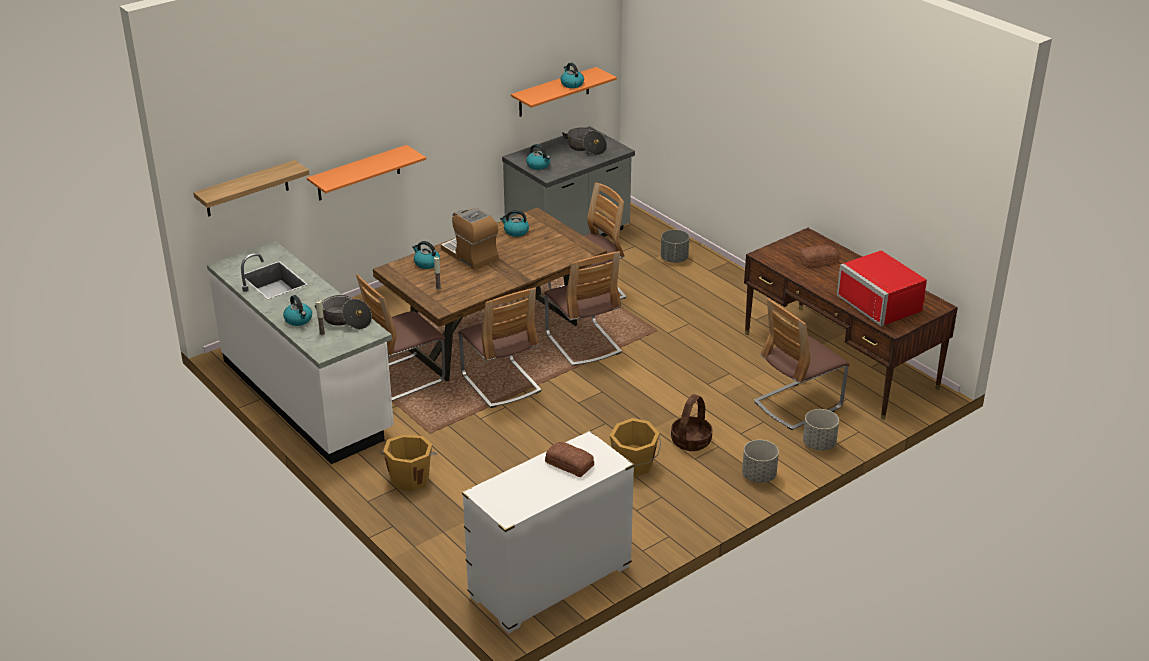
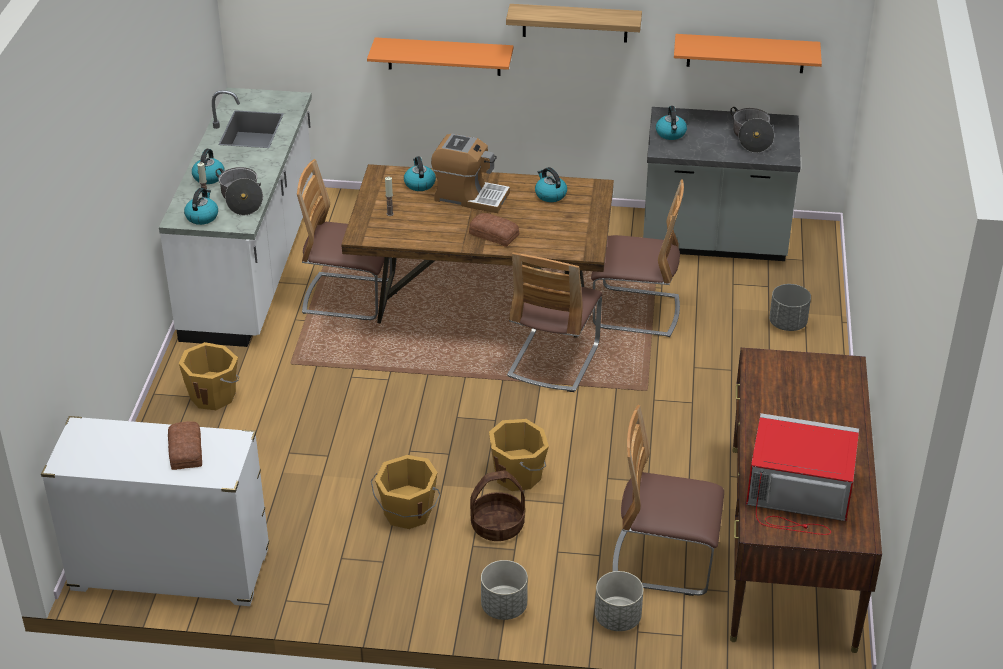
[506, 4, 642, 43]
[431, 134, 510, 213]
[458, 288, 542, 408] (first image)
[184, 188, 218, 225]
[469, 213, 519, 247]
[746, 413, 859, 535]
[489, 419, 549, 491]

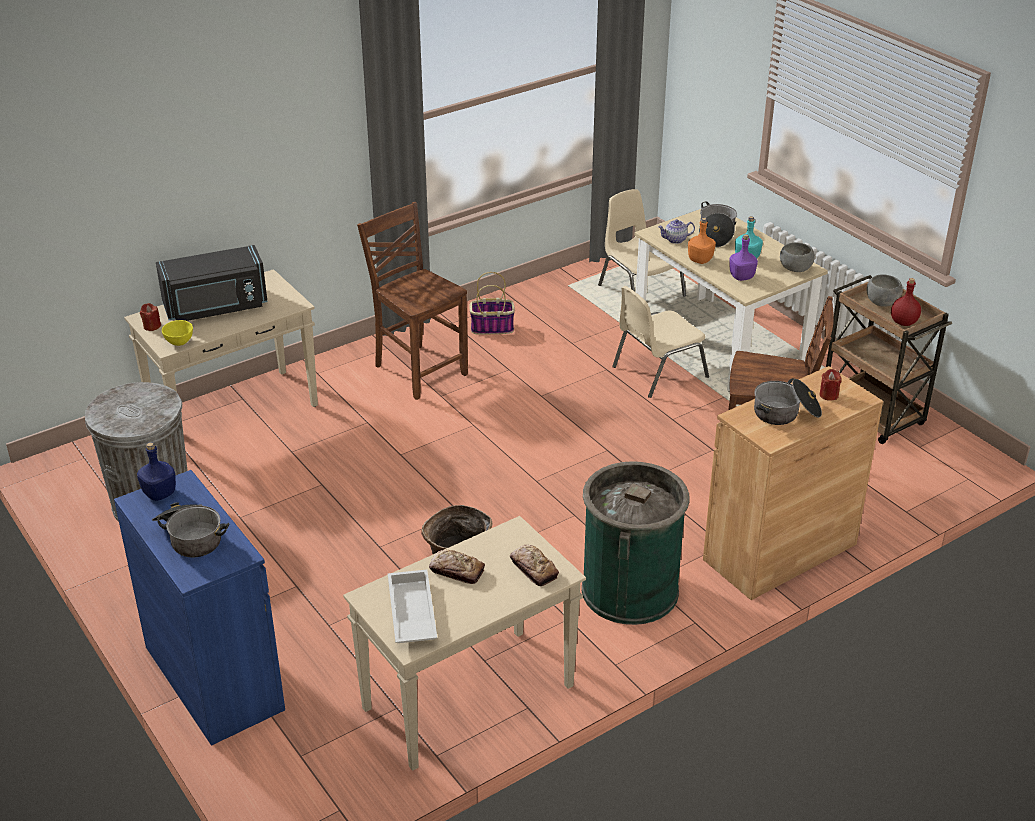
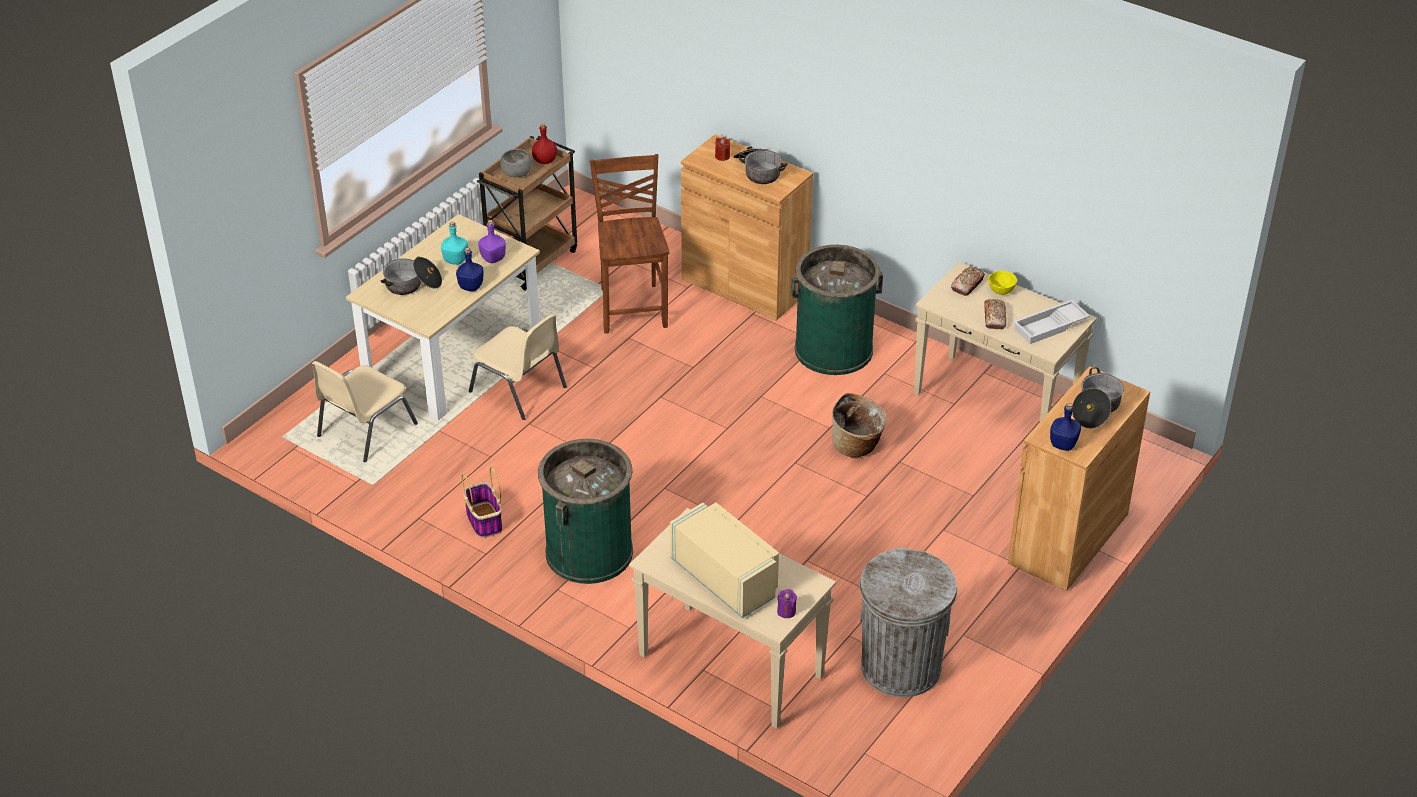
[1008, 366, 1150, 591]
[777, 589, 797, 618]
[670, 502, 779, 618]
[988, 271, 1017, 295]
[538, 439, 633, 584]
[658, 219, 695, 244] (first image)
[456, 248, 484, 291]
[780, 242, 815, 272] (first image)

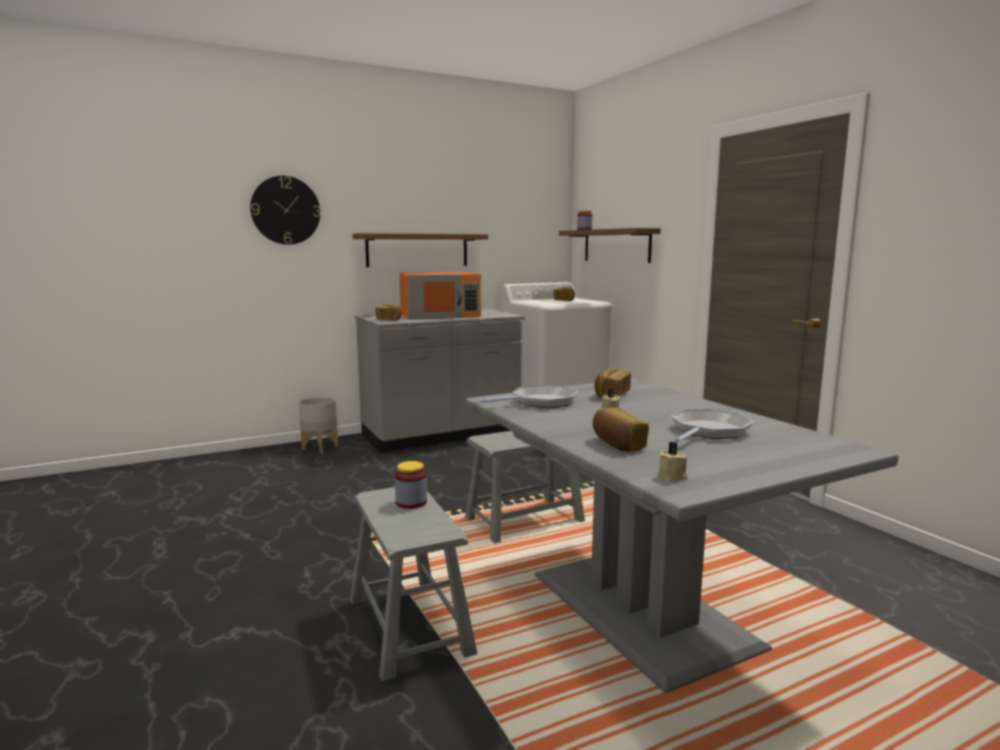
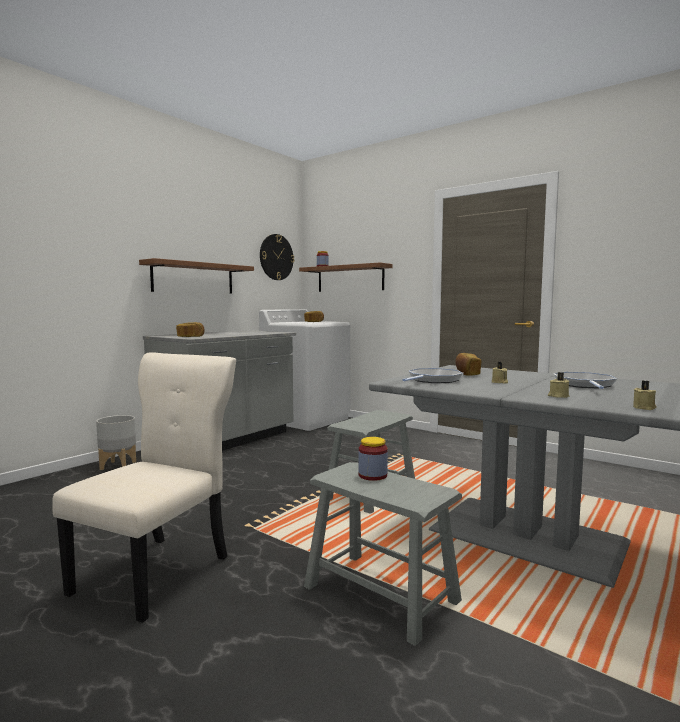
[260, 234, 294, 280]
[399, 272, 481, 320] (first image)
[548, 372, 569, 398]
[52, 352, 236, 623]

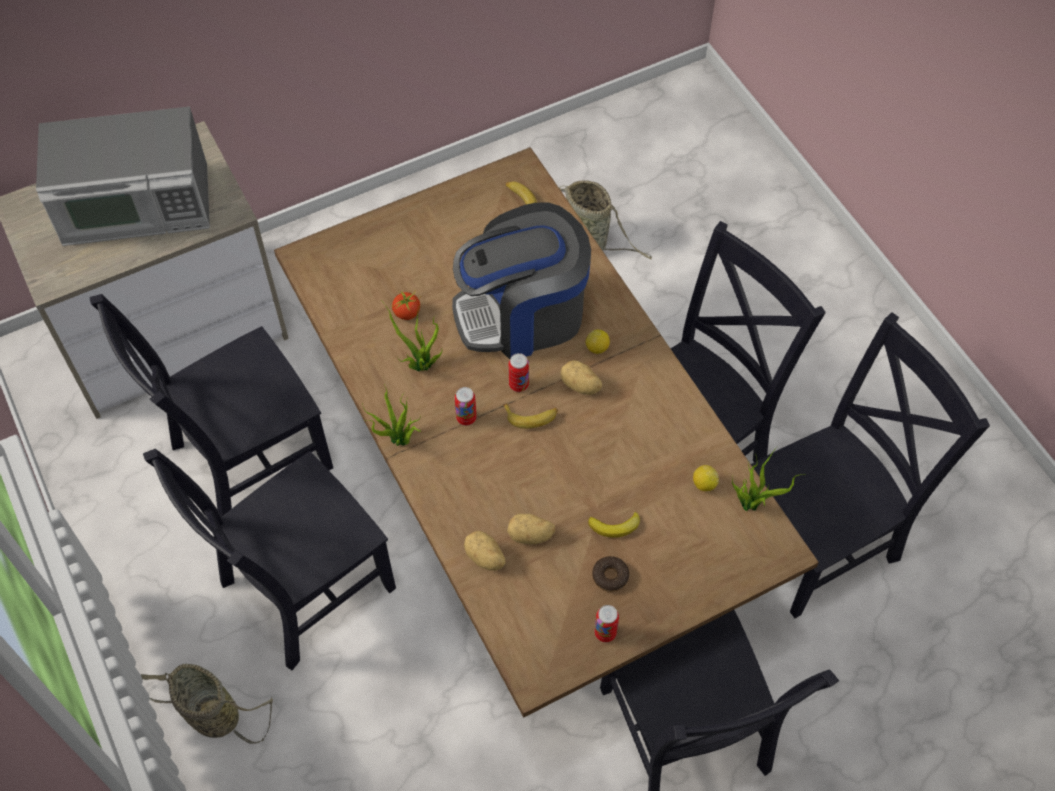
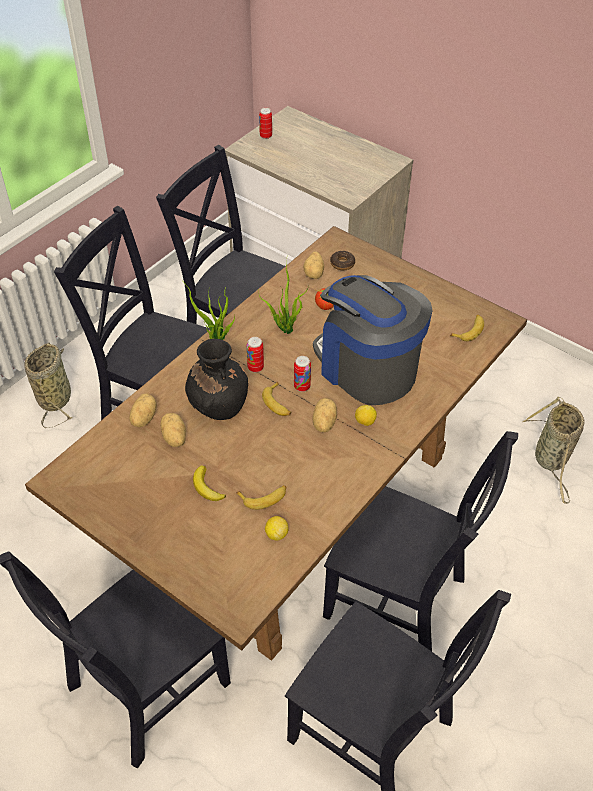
[36, 106, 210, 246] (first image)
[330, 251, 355, 270]
[259, 108, 272, 139]
[732, 446, 805, 511] (first image)
[185, 339, 248, 420]
[236, 485, 287, 510]
[303, 251, 324, 279]

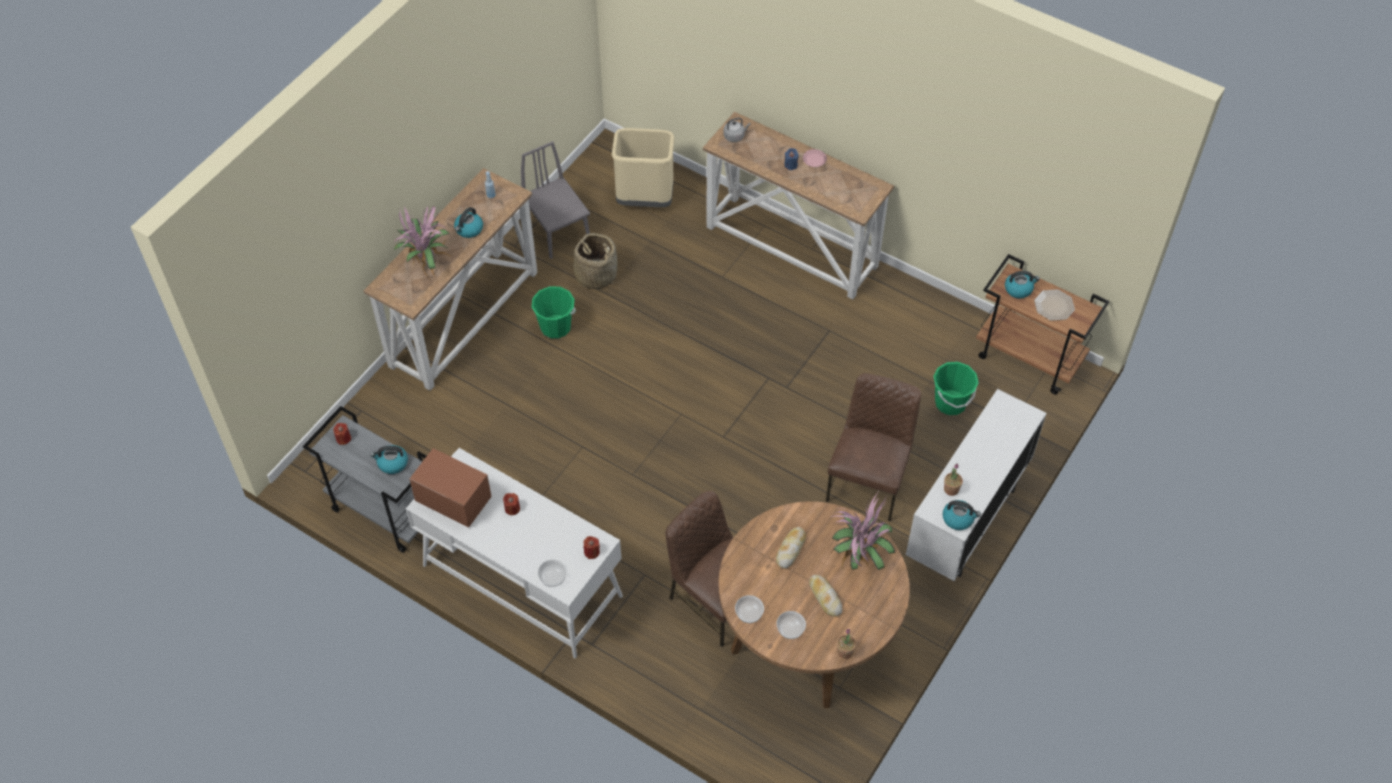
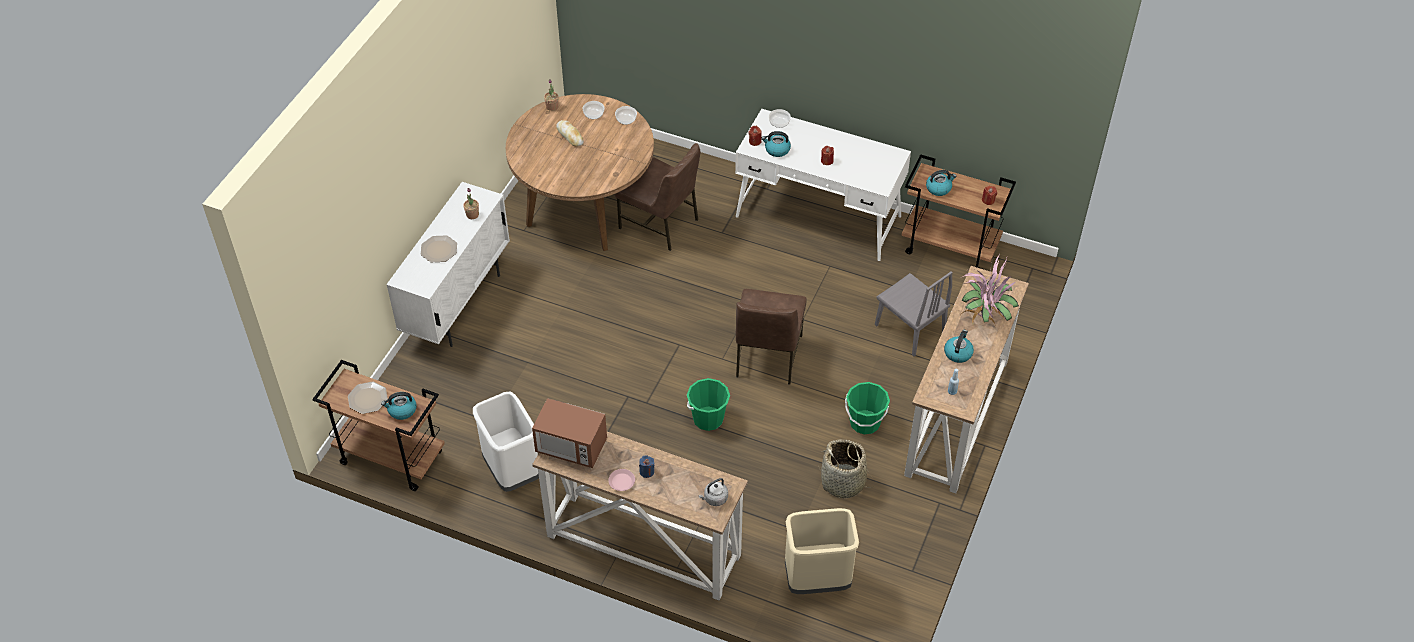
[902, 154, 1016, 269]
[532, 398, 607, 468]
[875, 271, 953, 357]
[776, 527, 806, 569] (first image)
[736, 289, 806, 385]
[830, 492, 895, 570] (first image)
[687, 378, 730, 431]
[761, 131, 791, 157]
[421, 235, 457, 262]
[473, 391, 539, 492]

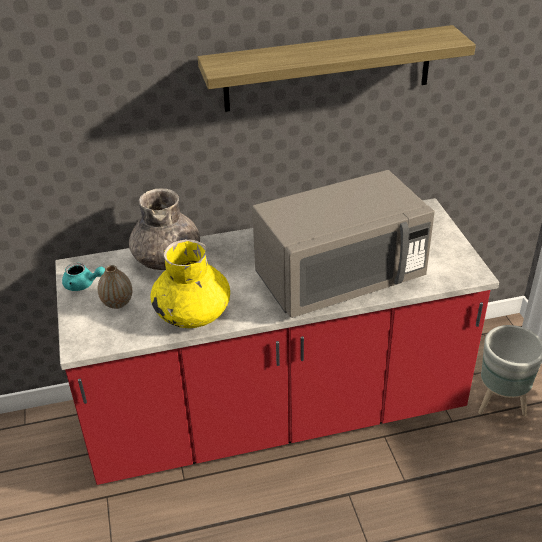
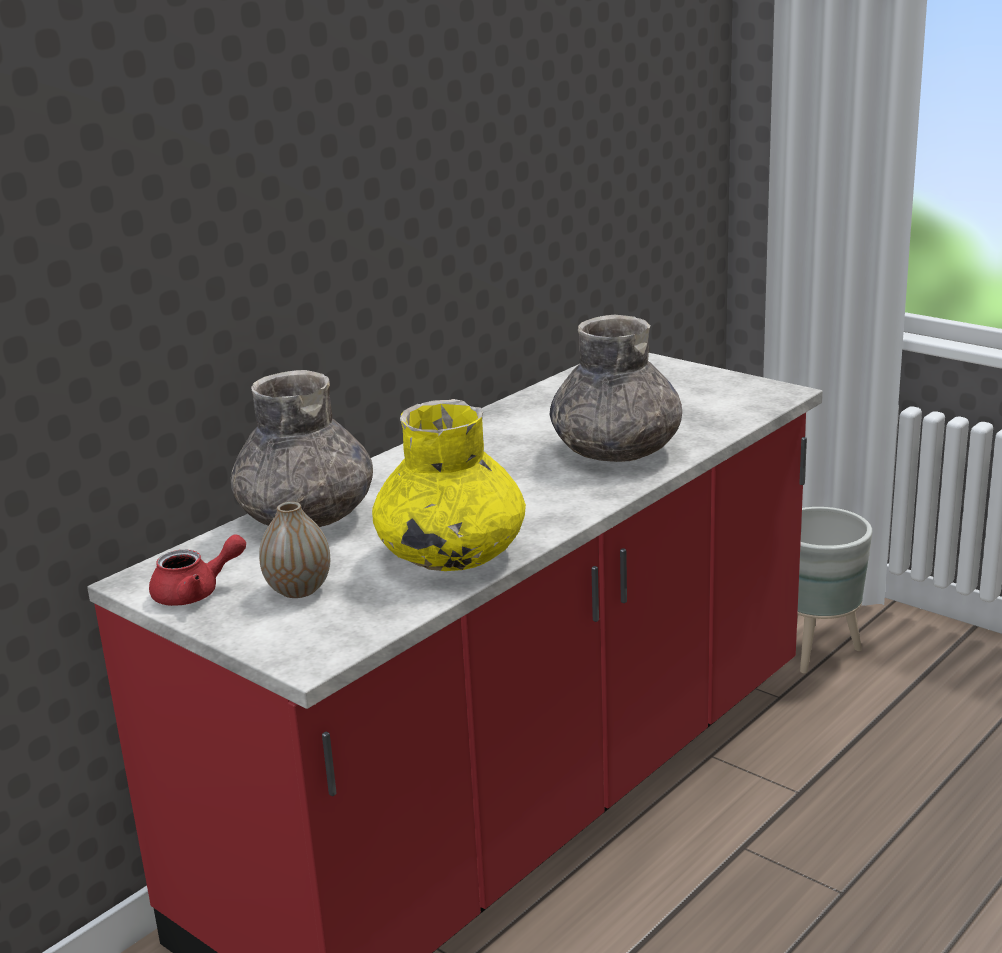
[149, 535, 246, 606]
[198, 25, 476, 112] (first image)
[550, 314, 682, 462]

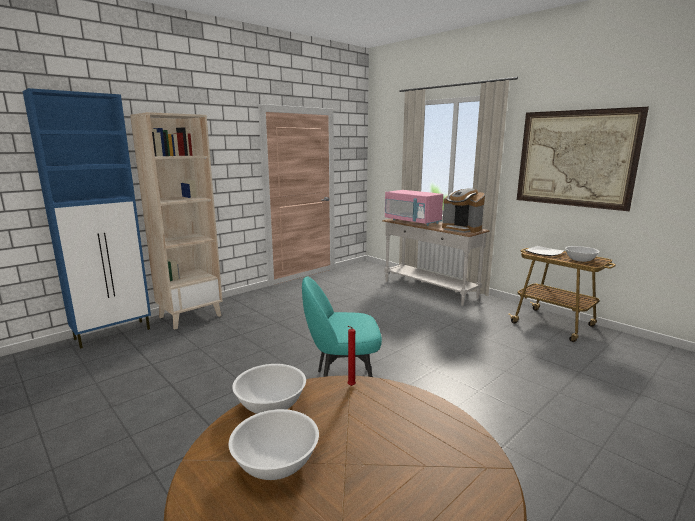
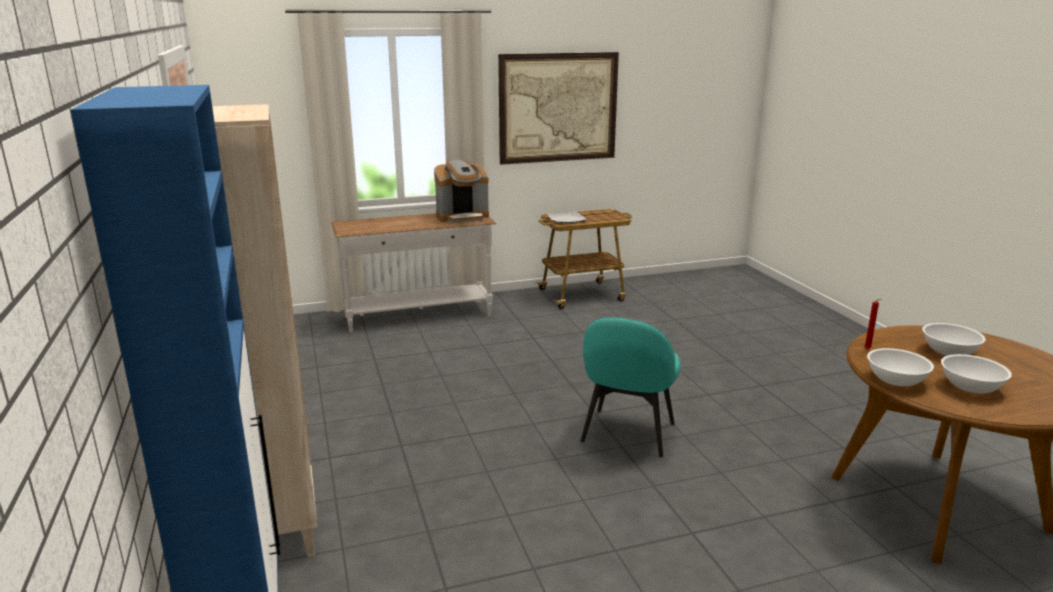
[385, 190, 443, 226] (first image)
[922, 323, 986, 356]

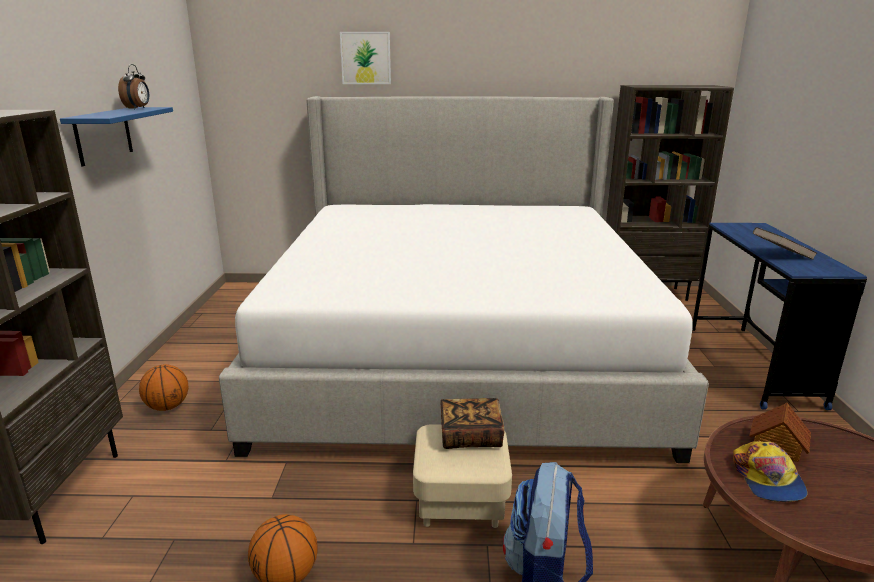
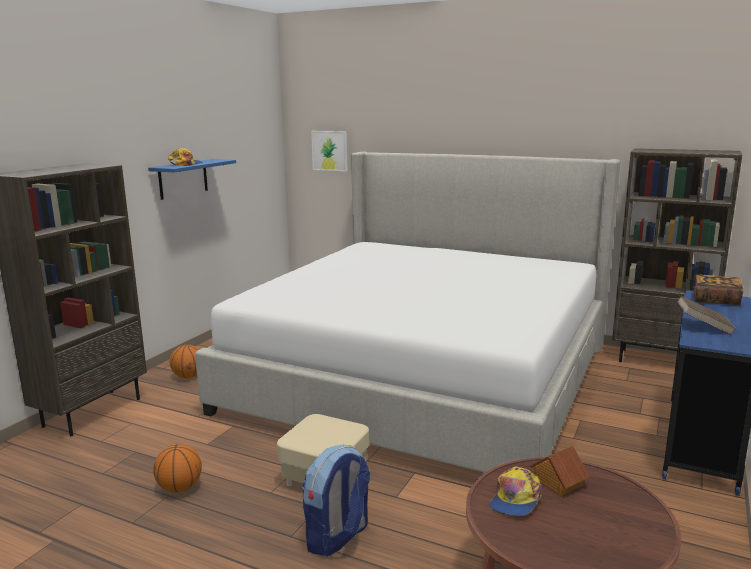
[118, 64, 149, 109] (first image)
[311, 131, 347, 172]
[693, 274, 744, 305]
[168, 148, 203, 166]

